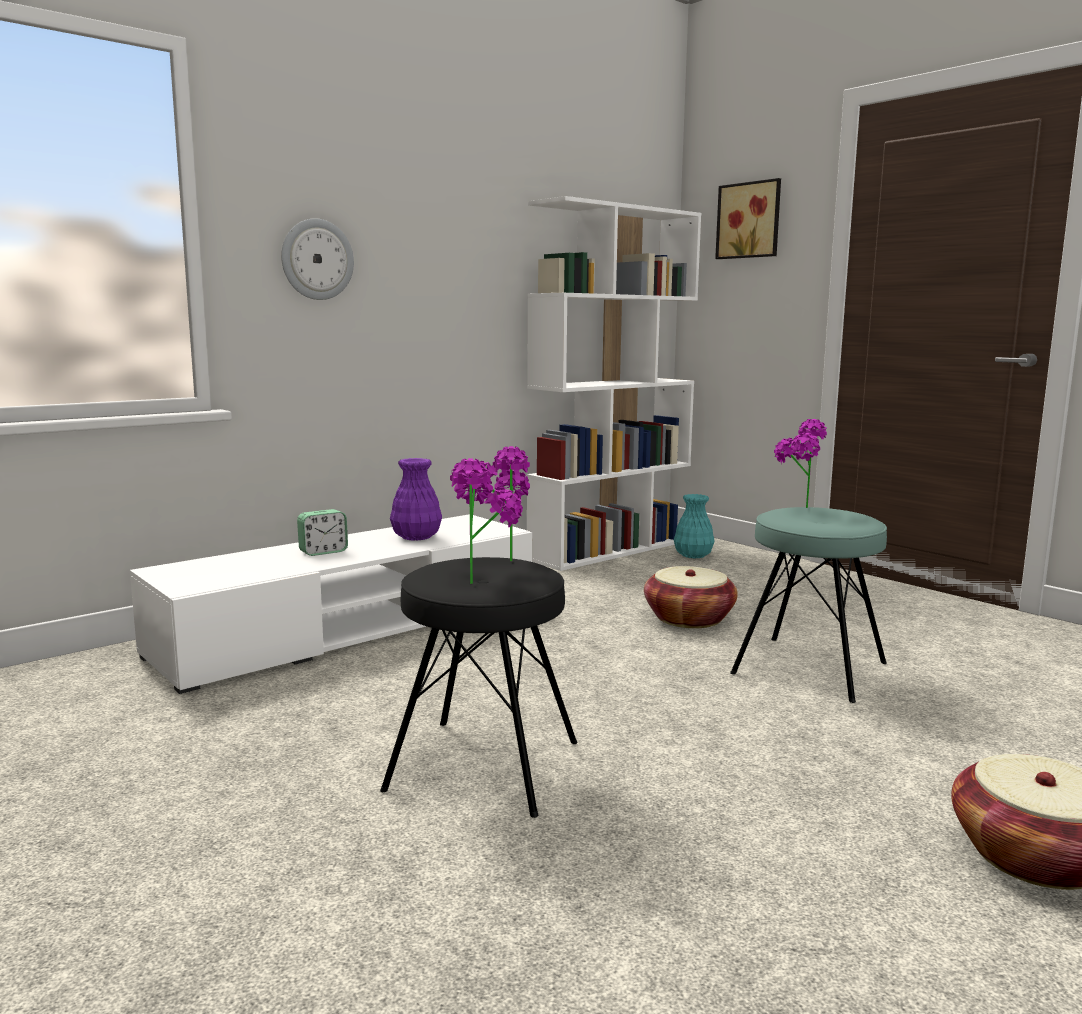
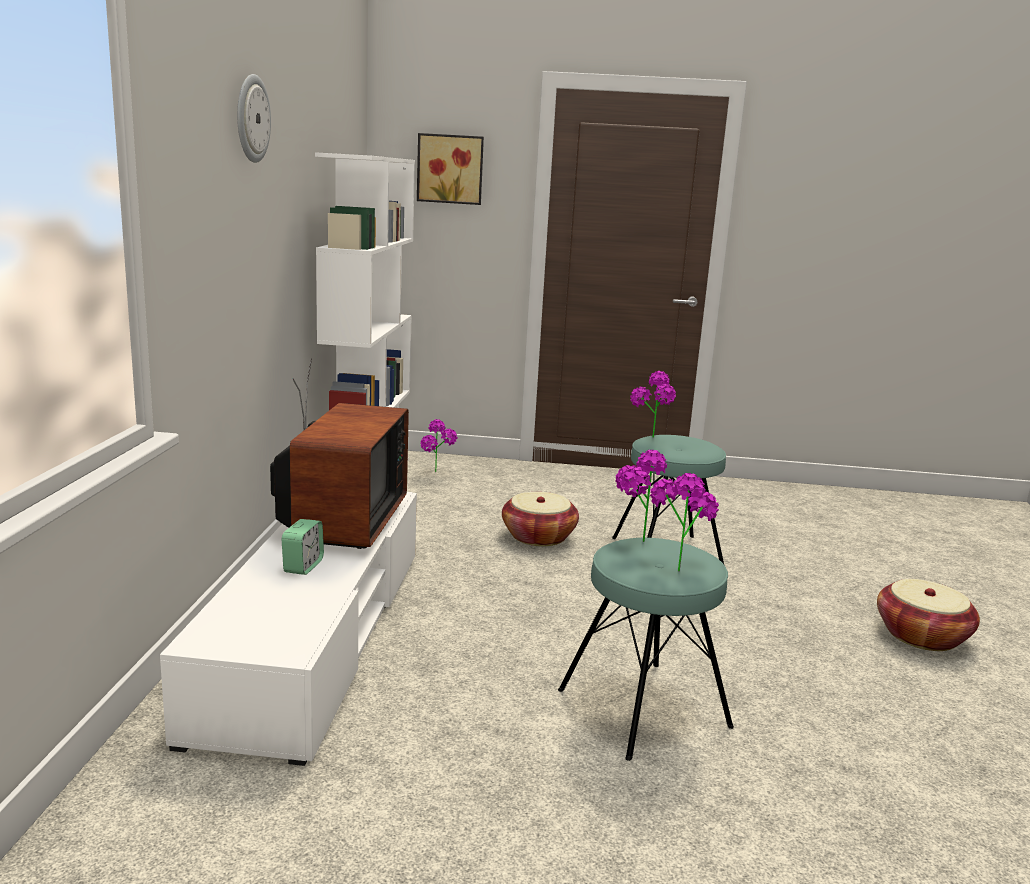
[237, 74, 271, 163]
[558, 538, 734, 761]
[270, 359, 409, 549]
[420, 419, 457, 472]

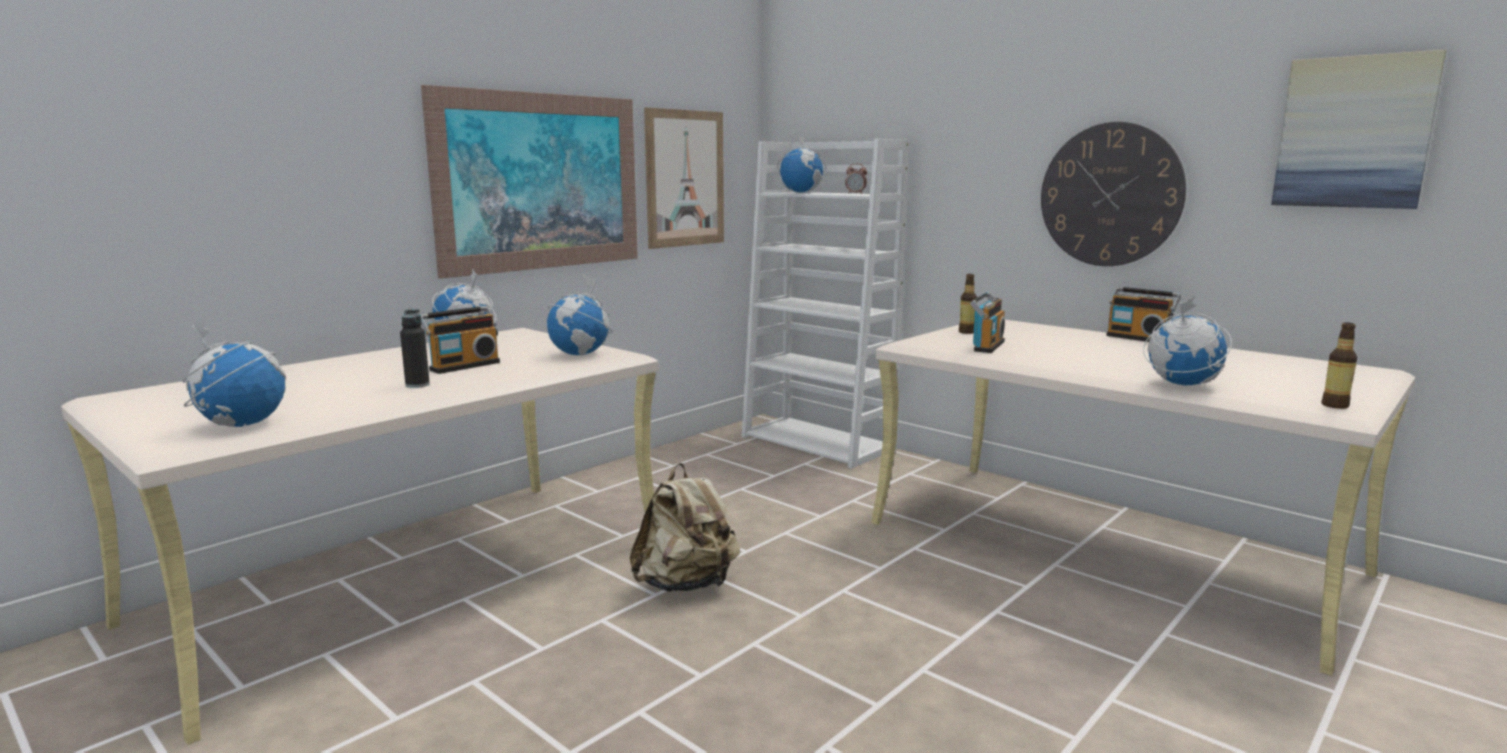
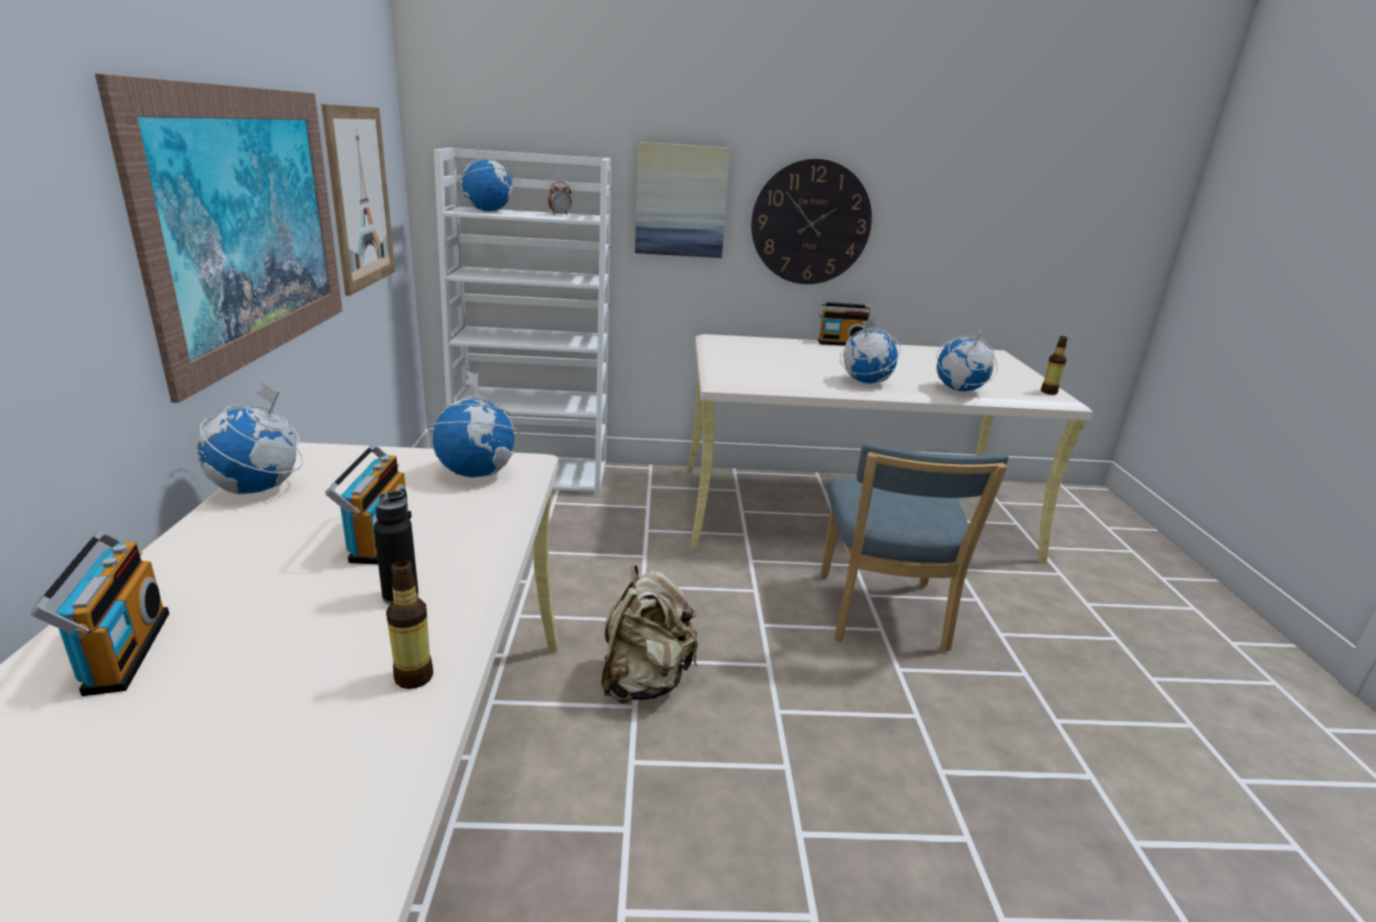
[840, 317, 901, 383]
[386, 560, 433, 689]
[30, 530, 169, 696]
[635, 142, 730, 258]
[821, 443, 1009, 651]

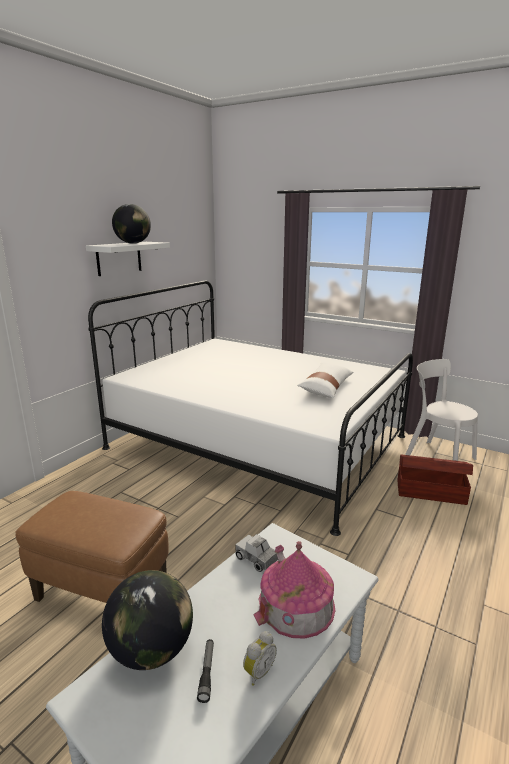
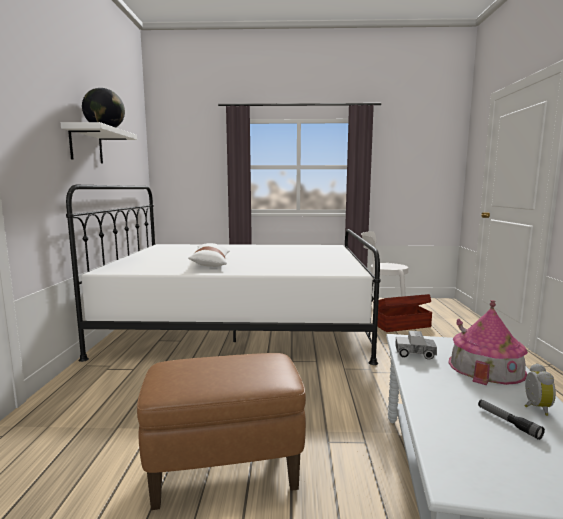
[102, 570, 193, 670] (first image)
[188, 243, 229, 267]

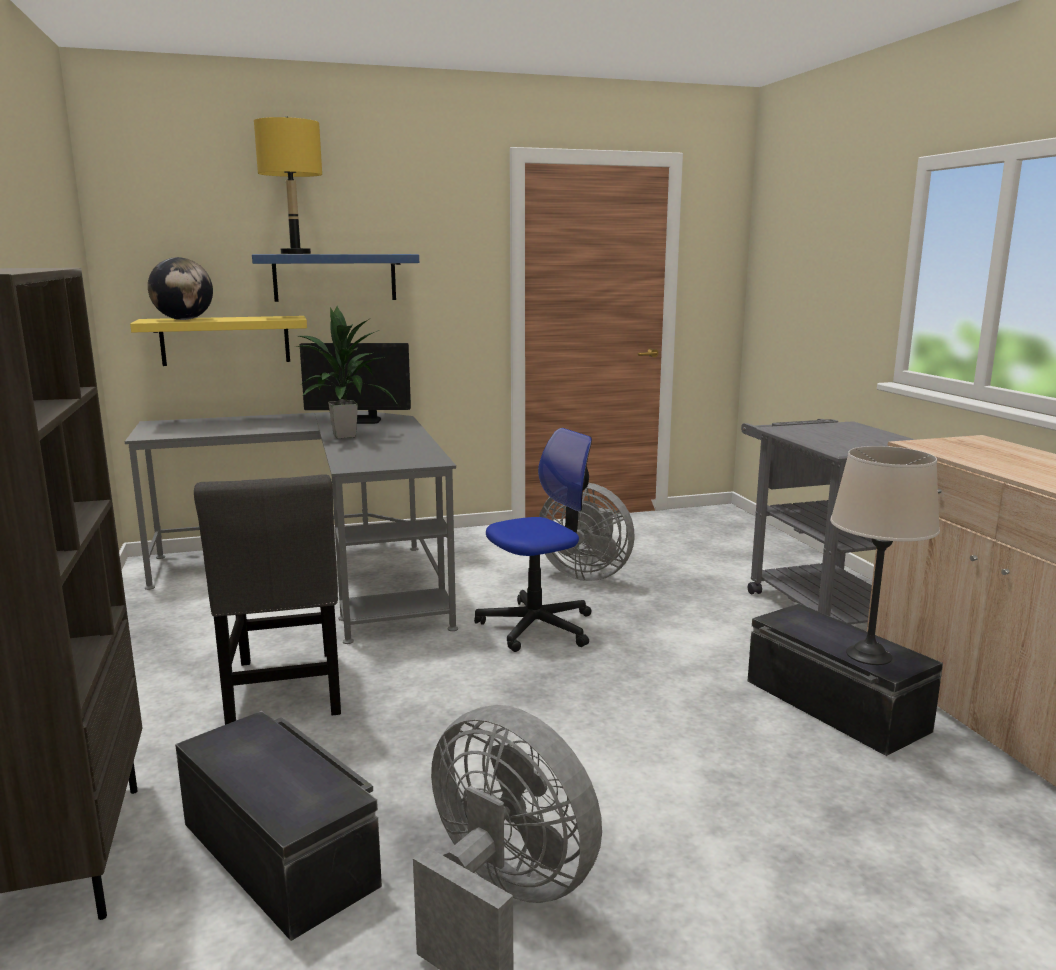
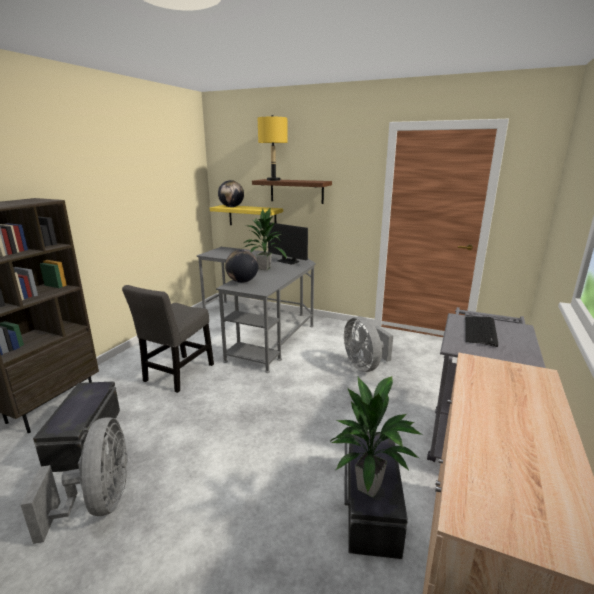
[252, 179, 332, 204]
[474, 428, 592, 652] (first image)
[330, 376, 422, 497]
[225, 249, 258, 283]
[465, 317, 498, 347]

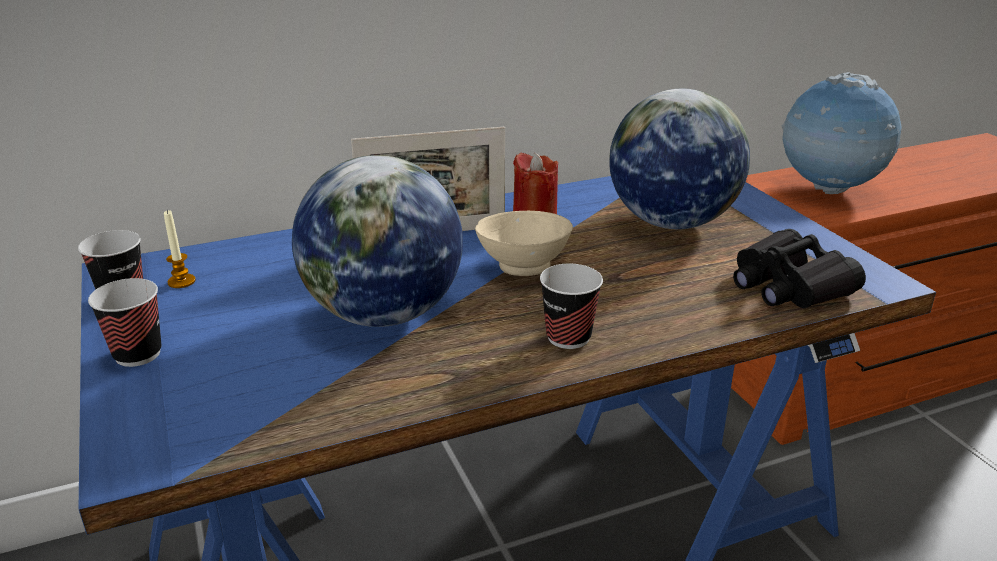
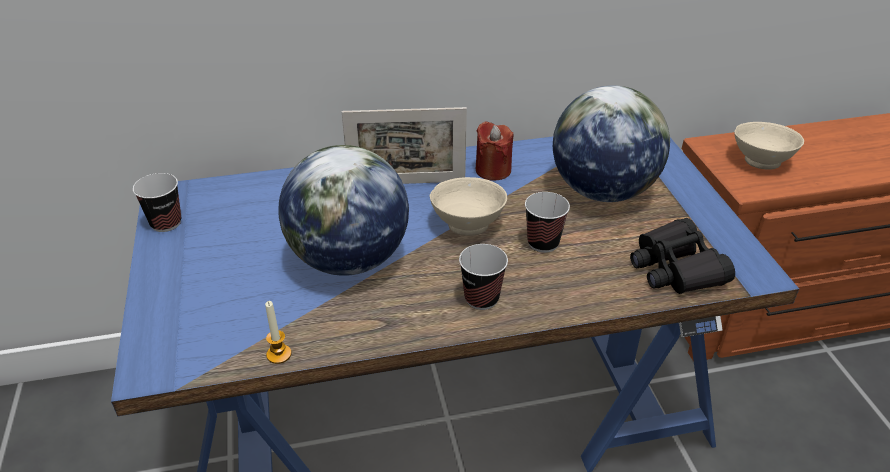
[525, 192, 570, 253]
[265, 301, 292, 364]
[734, 122, 804, 170]

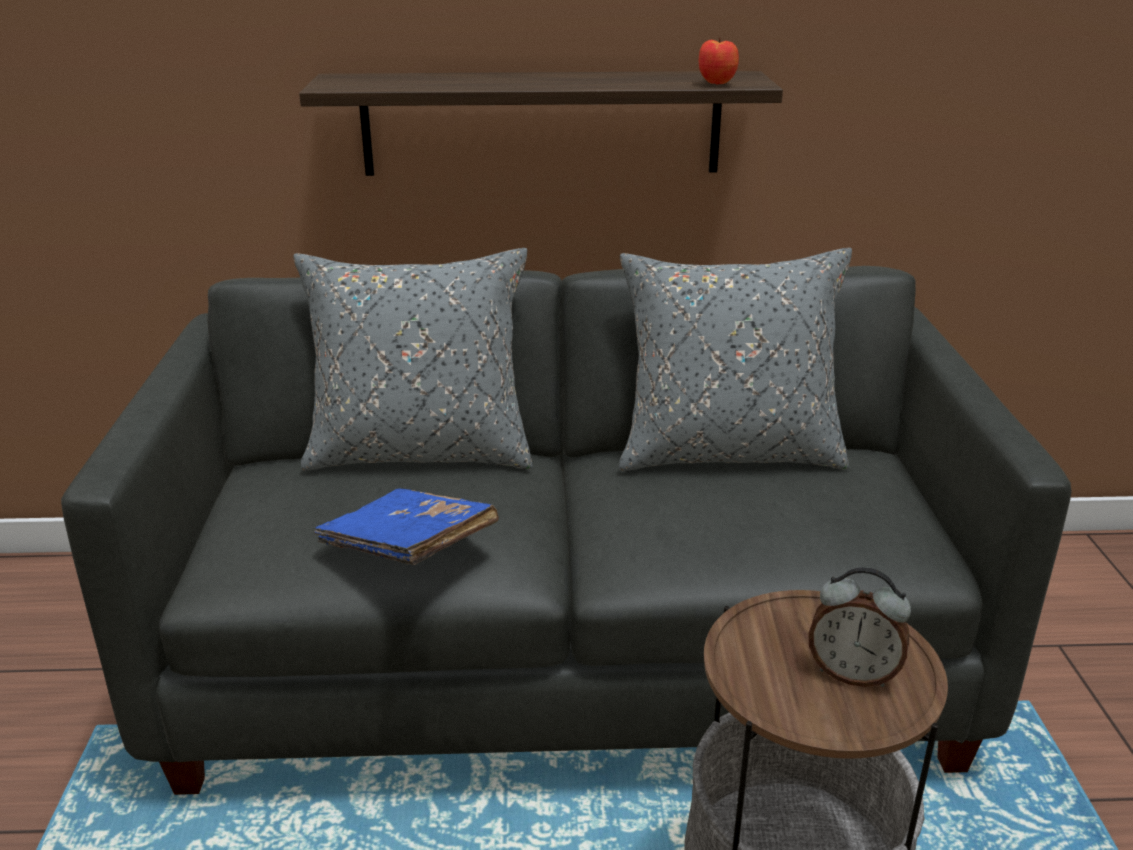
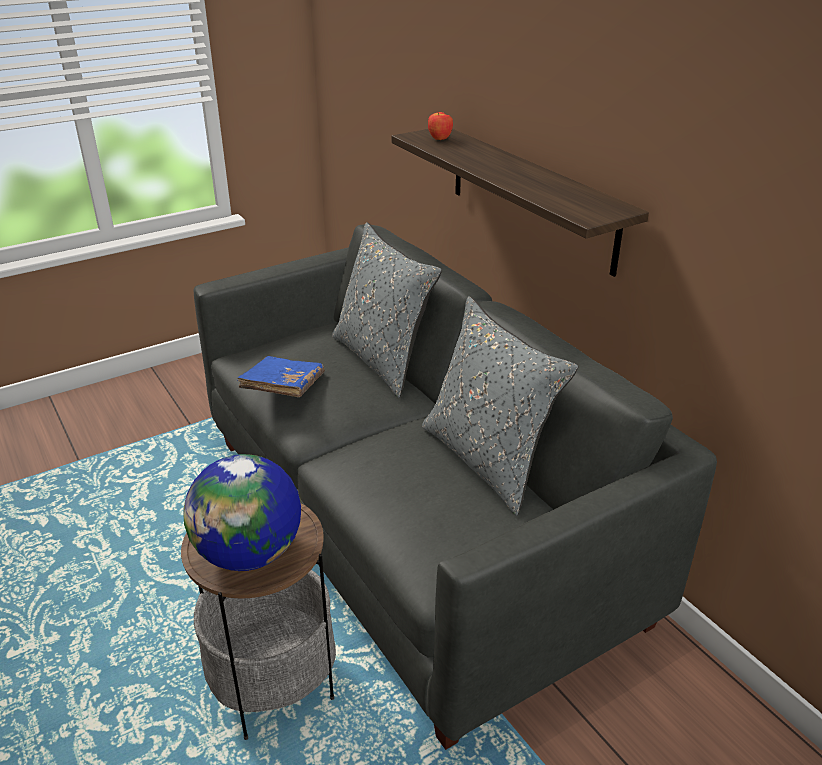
[428, 111, 453, 140]
[183, 454, 301, 571]

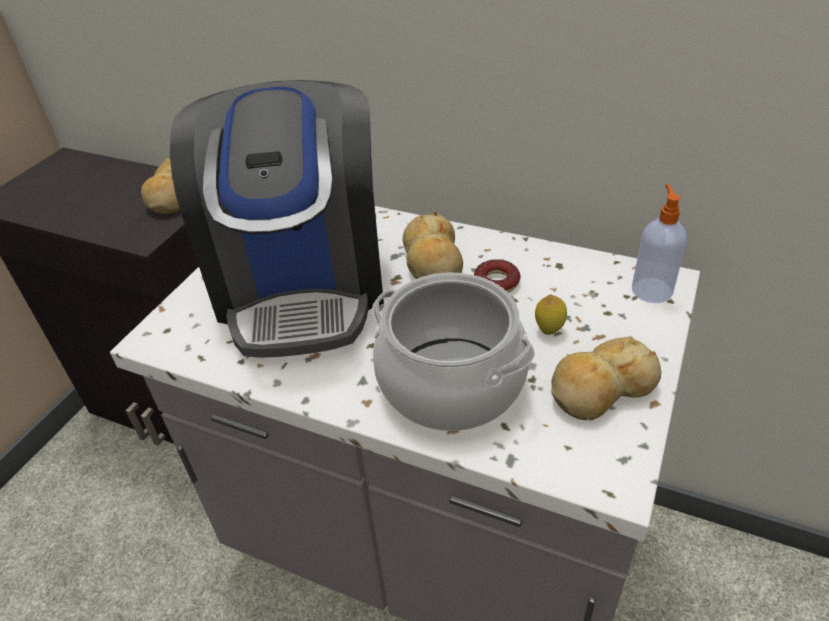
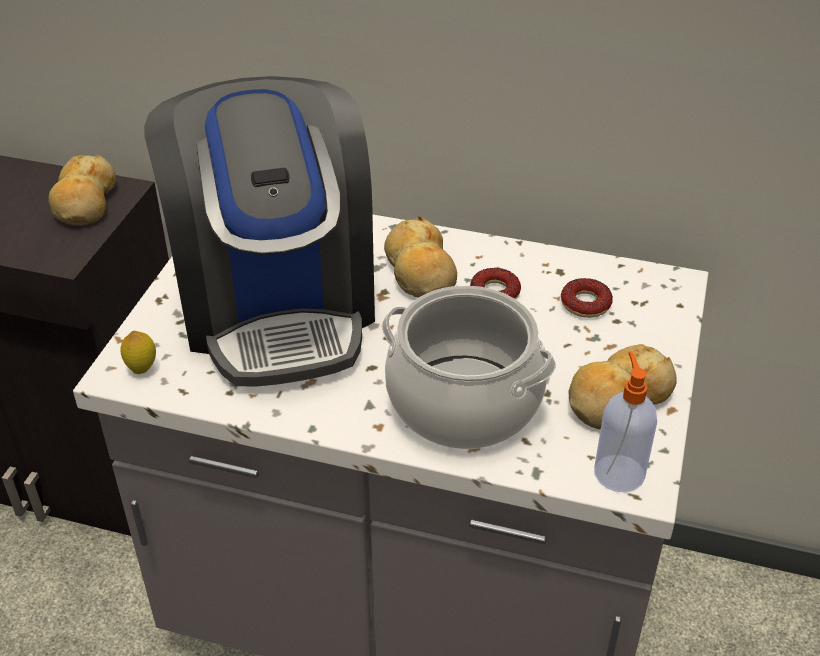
[120, 331, 156, 374]
[594, 352, 657, 492]
[561, 278, 613, 318]

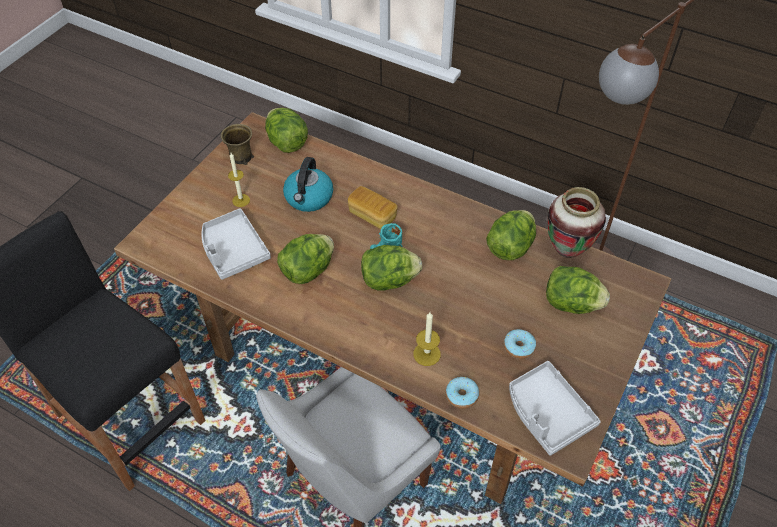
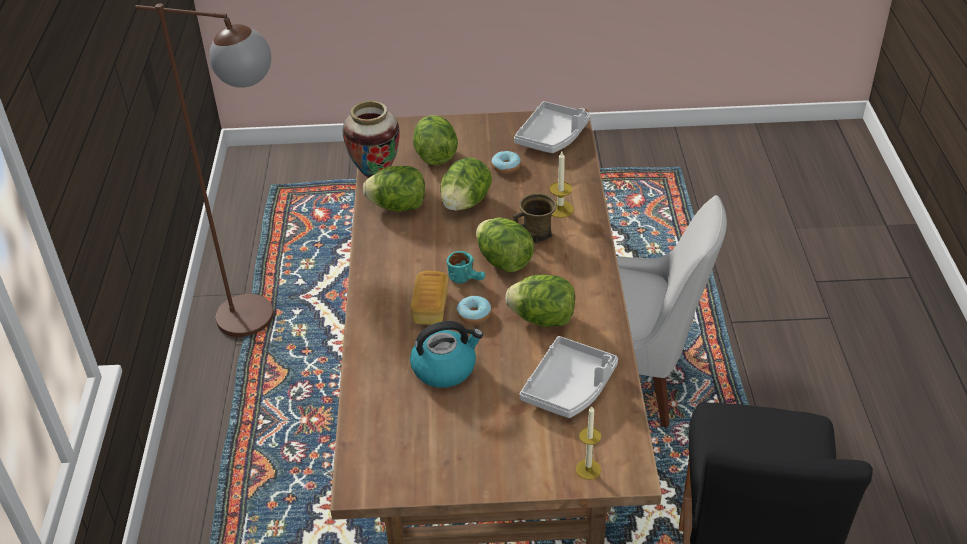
[513, 193, 557, 244]
[576, 406, 601, 480]
[440, 157, 492, 211]
[457, 296, 491, 324]

